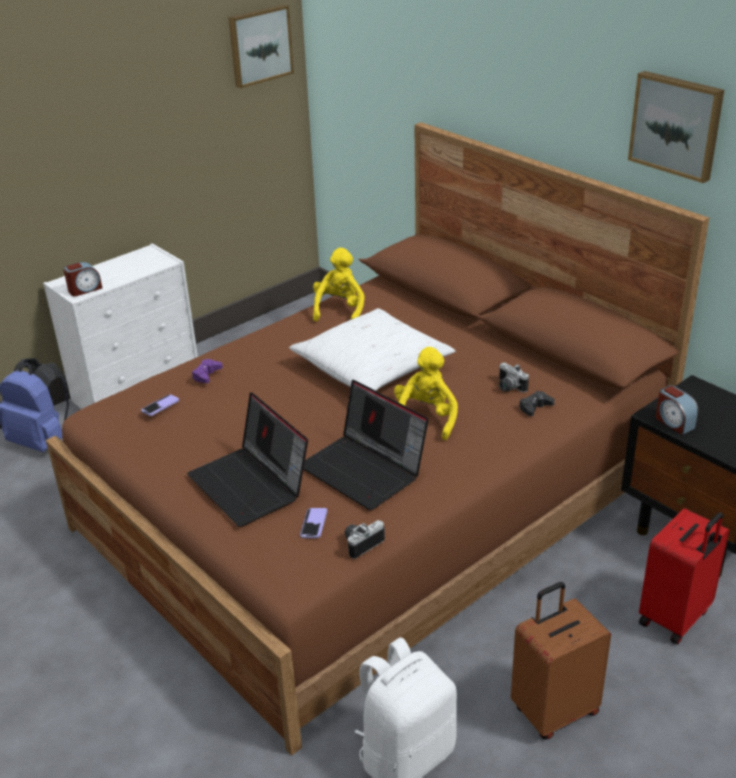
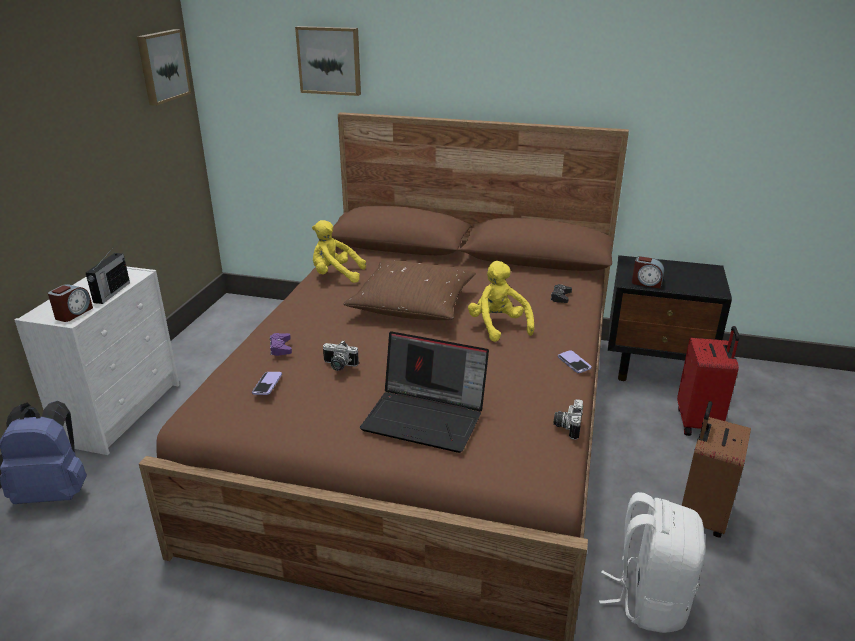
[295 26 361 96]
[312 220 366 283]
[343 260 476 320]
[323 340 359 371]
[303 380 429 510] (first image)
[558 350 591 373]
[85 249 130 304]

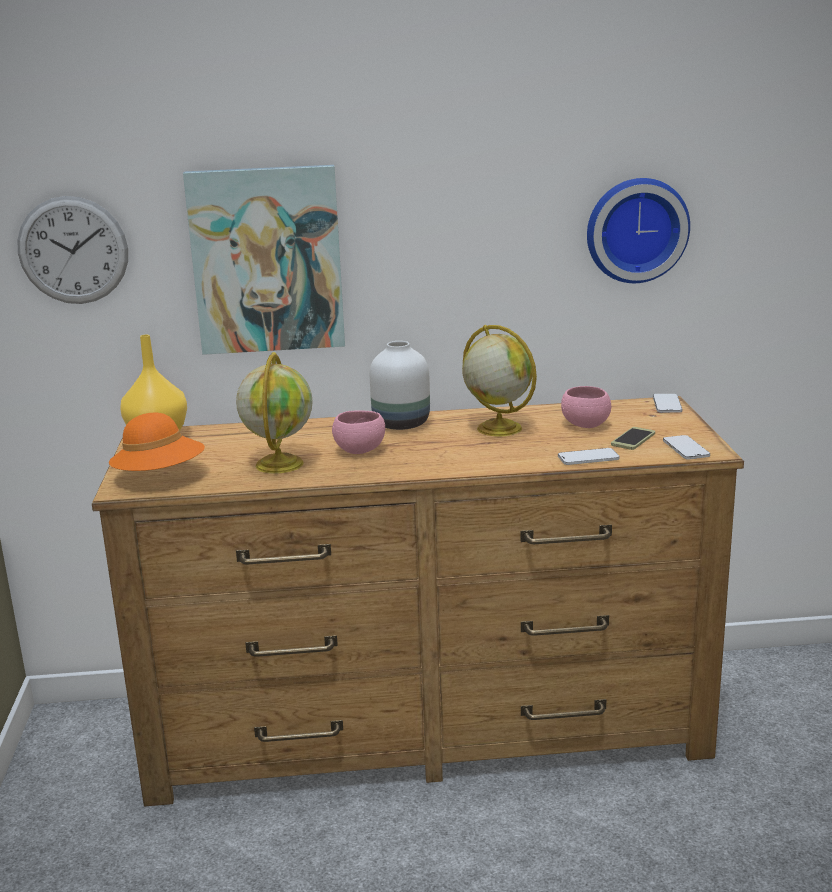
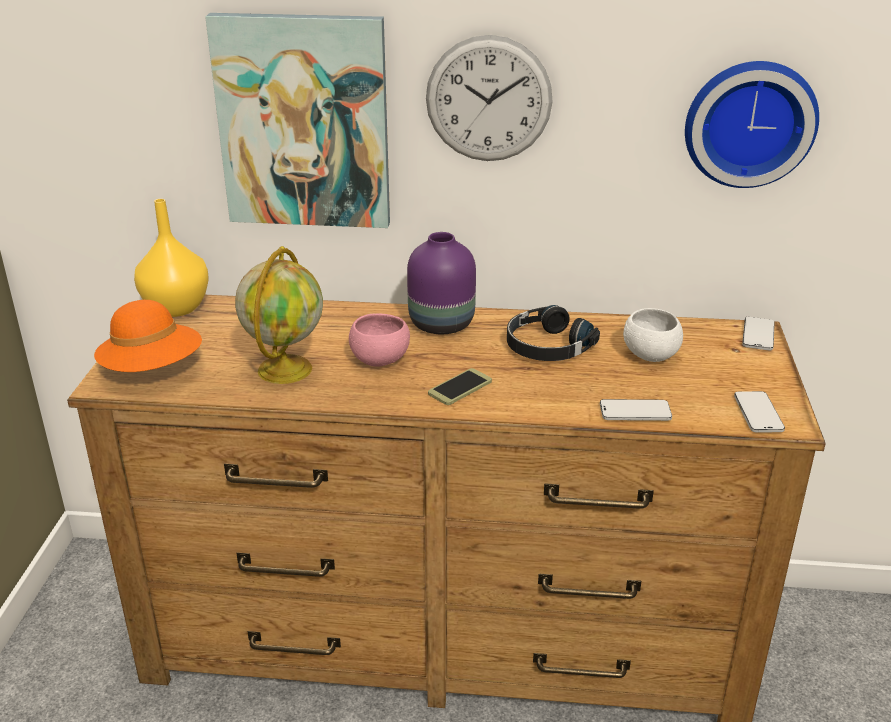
[426 35 553 161]
[507 305 600 361]
[407 232 476 334]
[623 308 683 362]
[428 368 492 405]

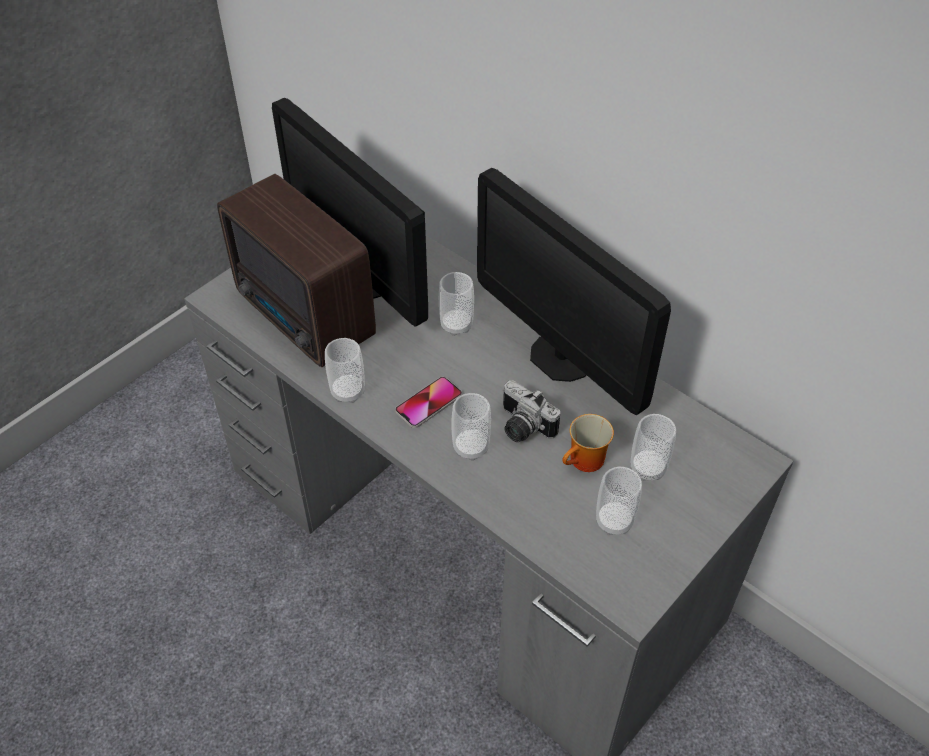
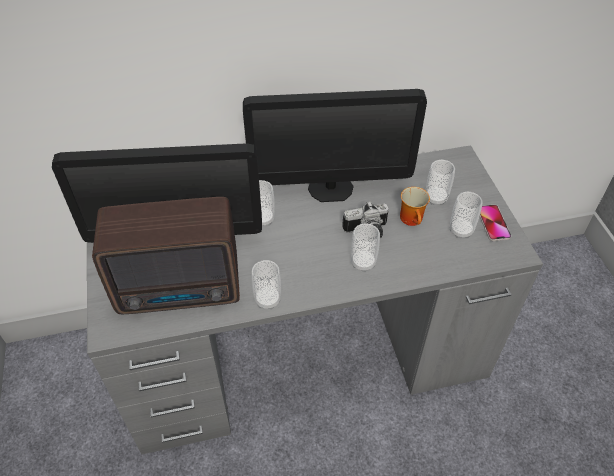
[480 205 511 241]

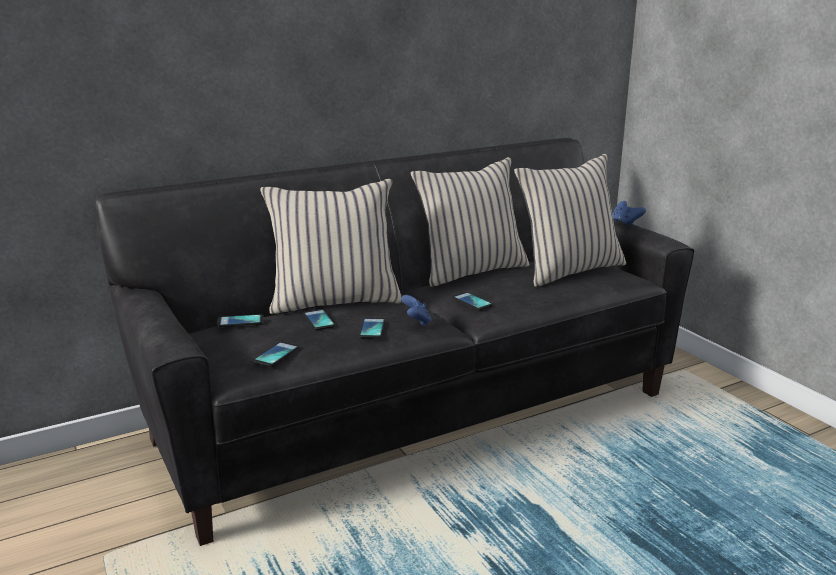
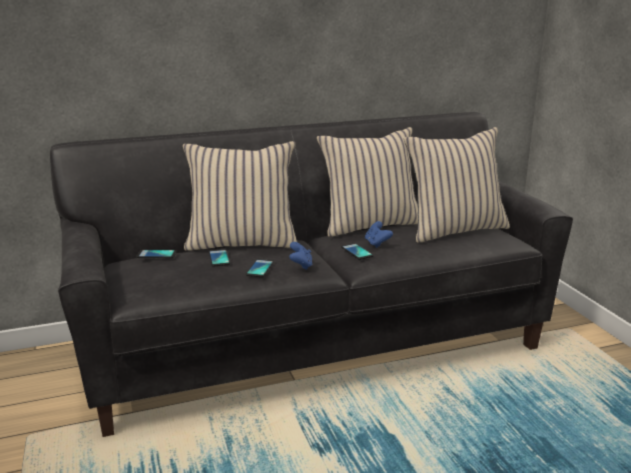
[365 221 393 248]
[253 341 299 367] (first image)

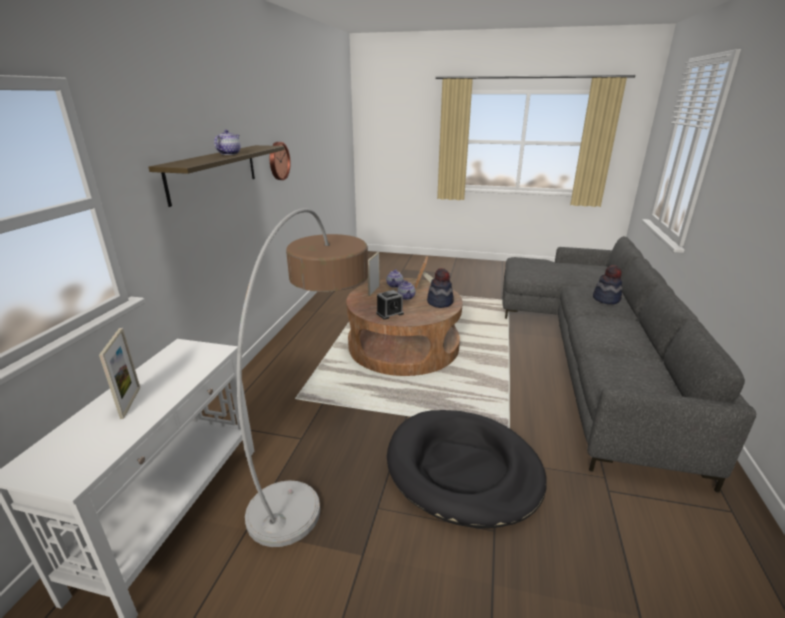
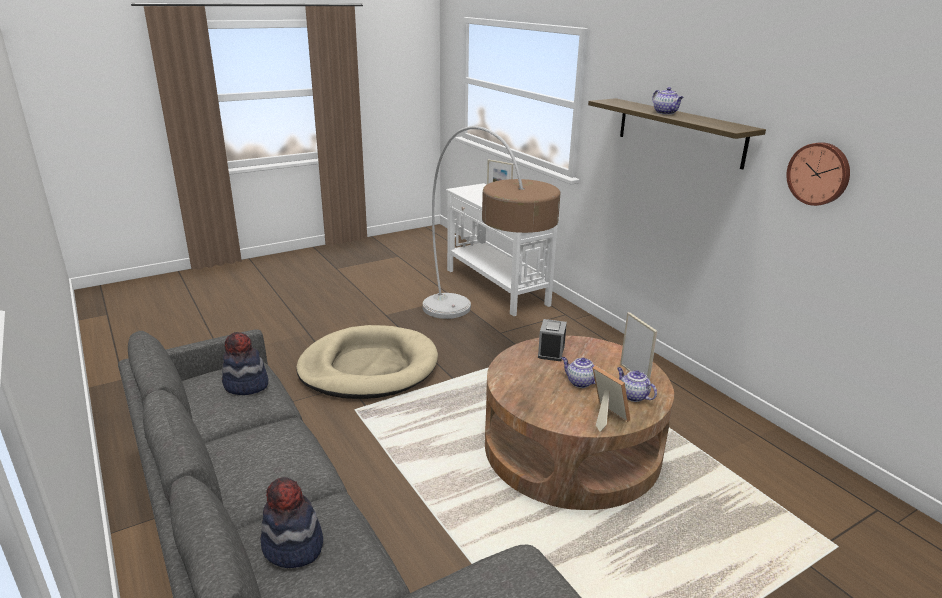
[222 332 269 395]
[296 325 438 399]

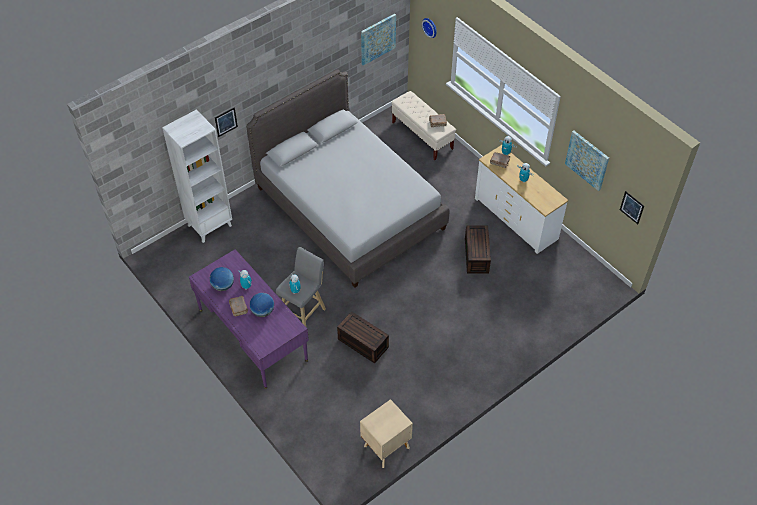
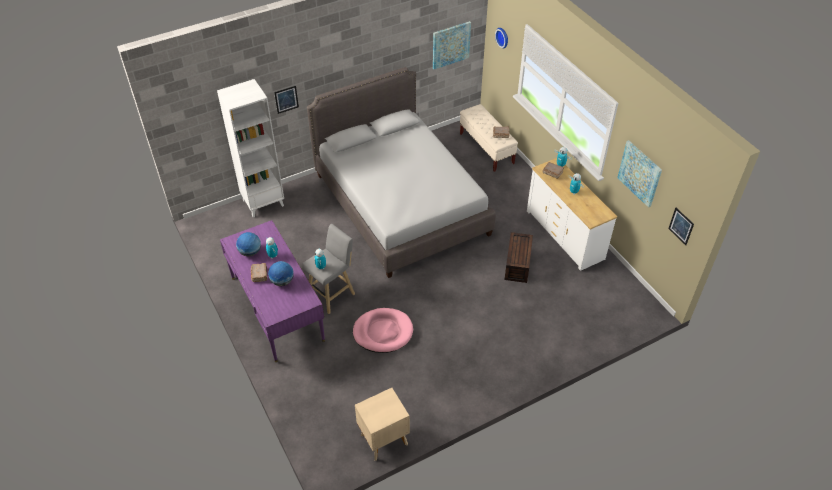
[353 308 413 353]

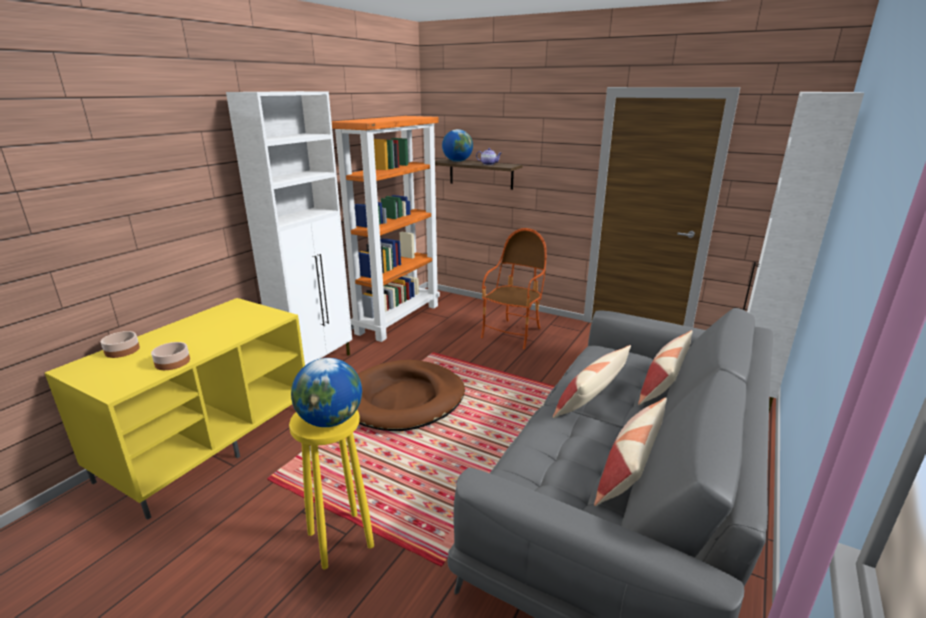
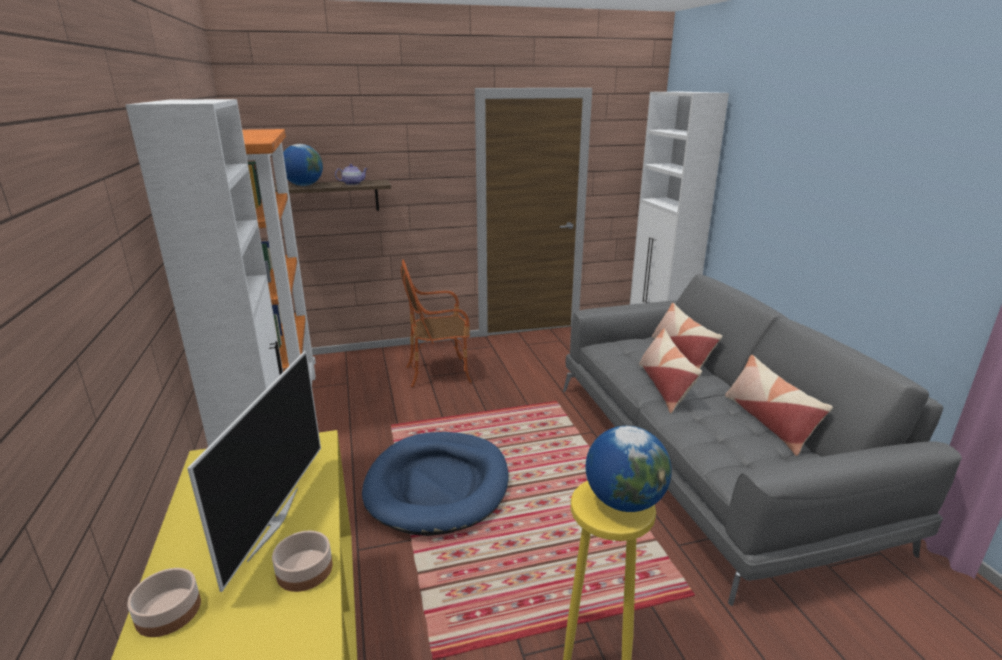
[401 259 472 387]
[362 432 509 536]
[187 351 321 592]

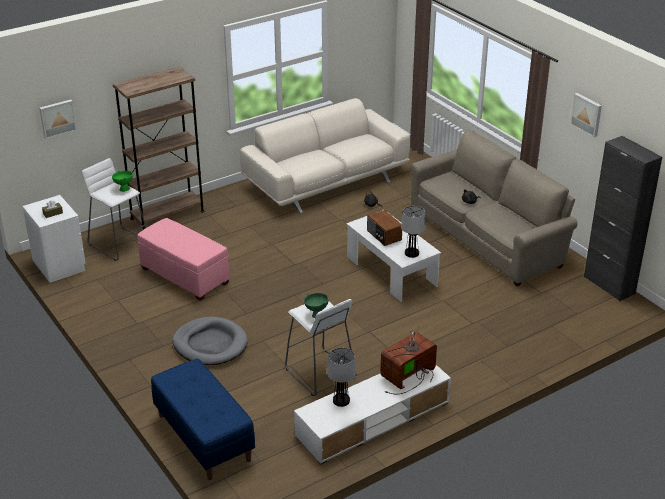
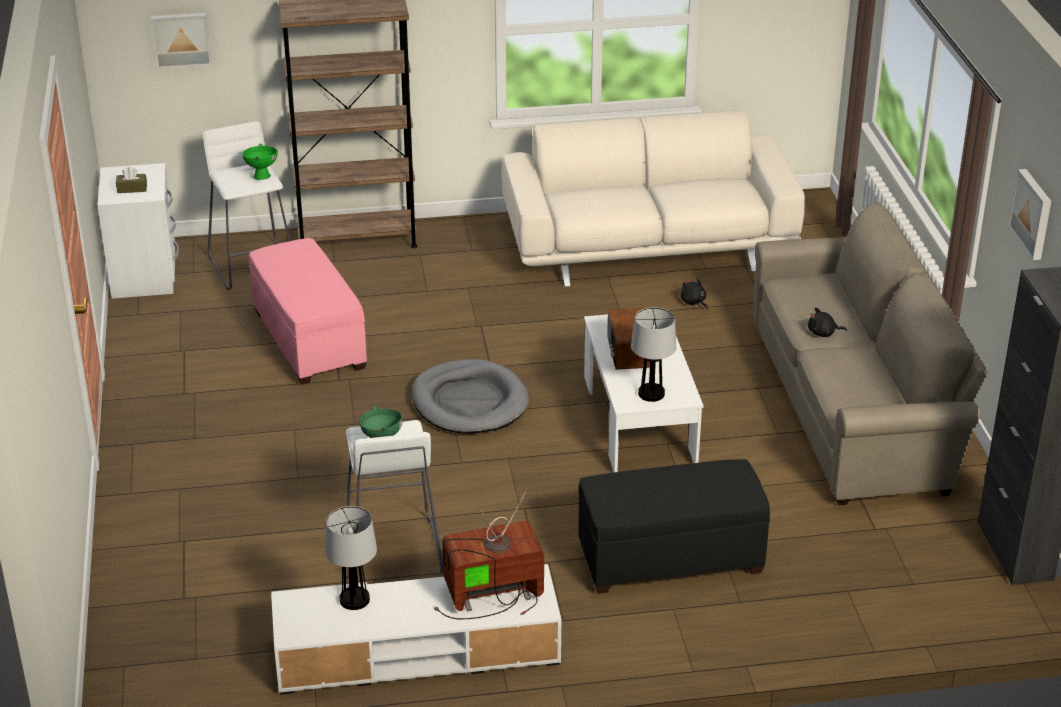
[412 359 529 434]
[151 358 255 480] (first image)
[578 459 770 594]

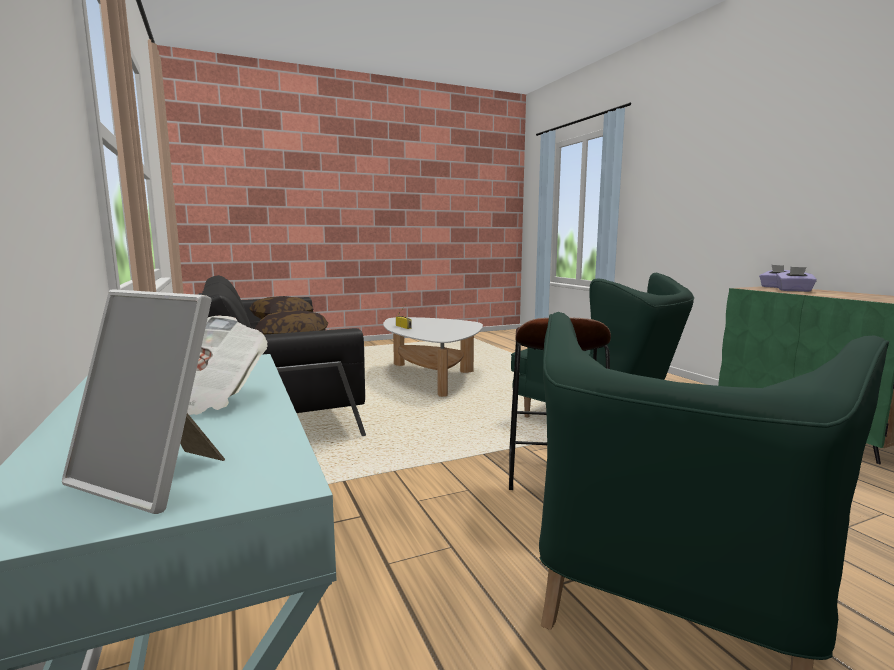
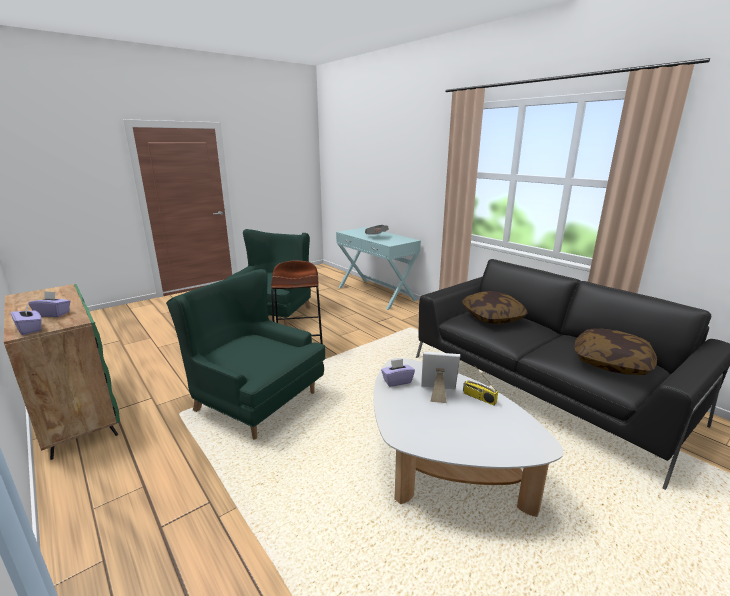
[421 352 460 403]
[381 359 415 387]

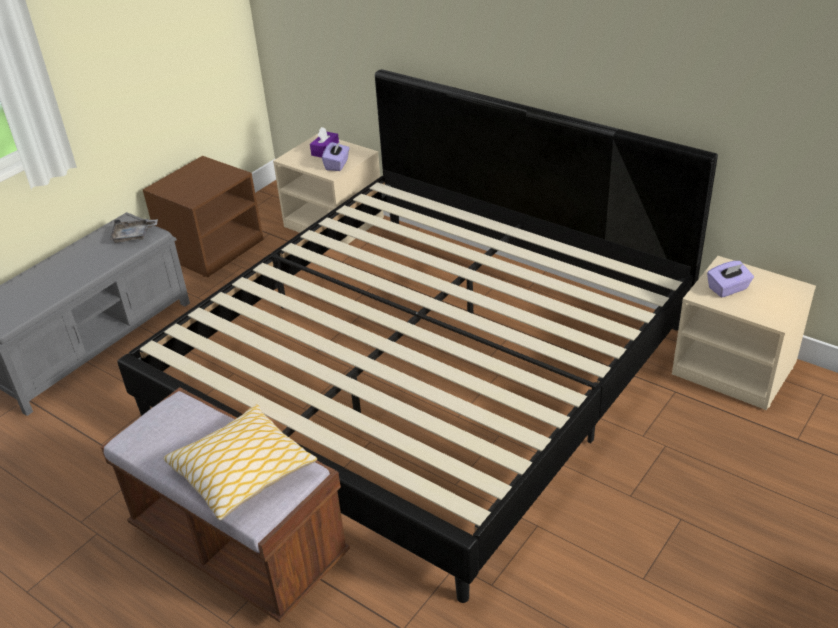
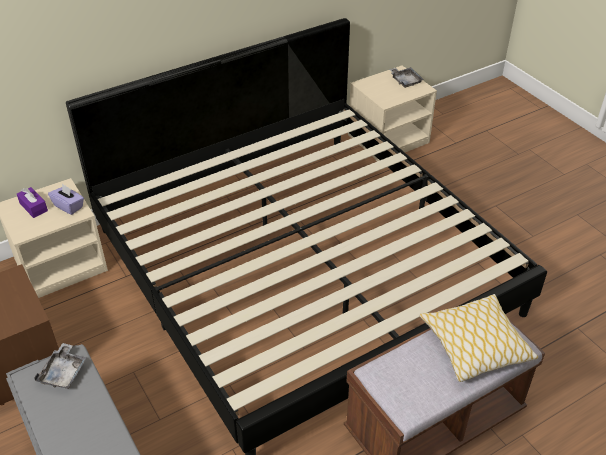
[707 261 754 298] (first image)
[389 67 424 88]

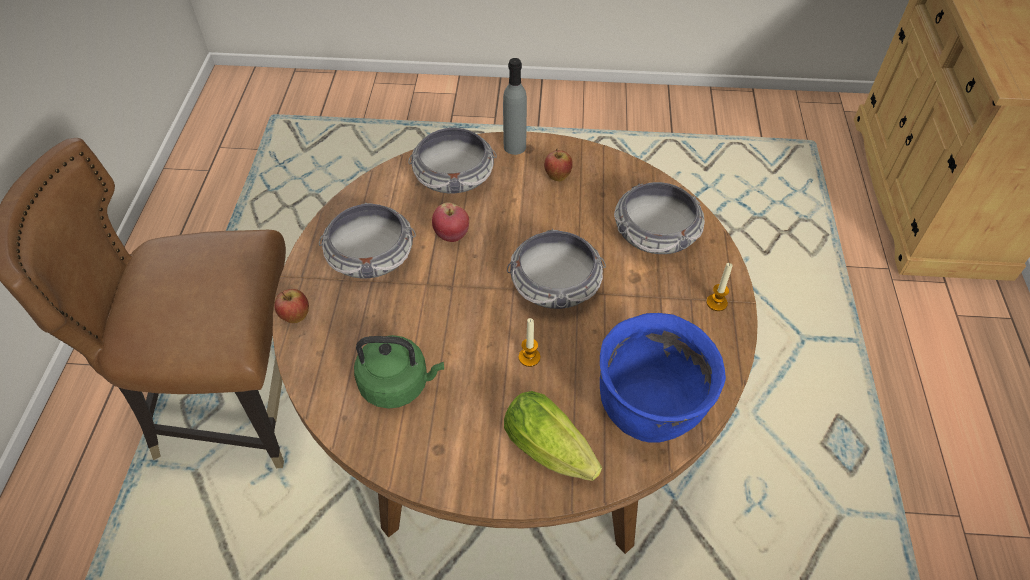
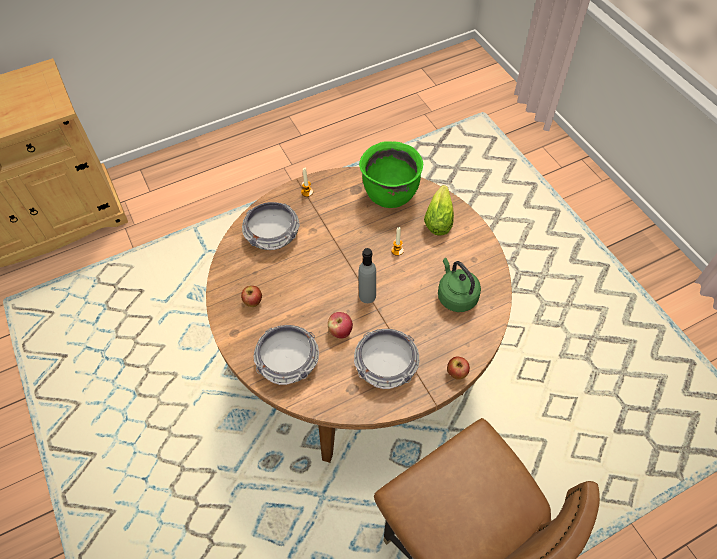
[358 248 376 303]
[507 229 606 309] (first image)
[359 141 423 208]

